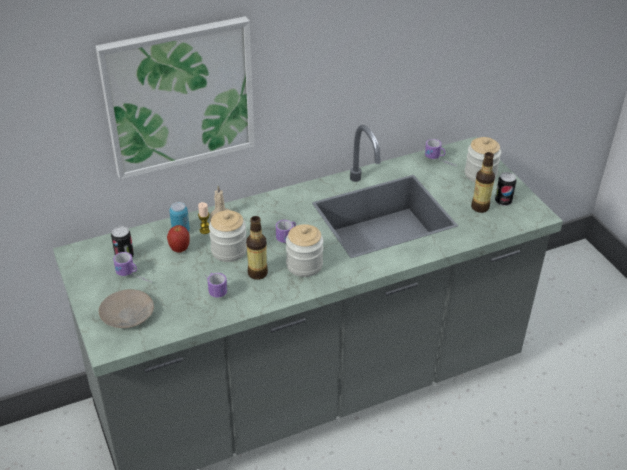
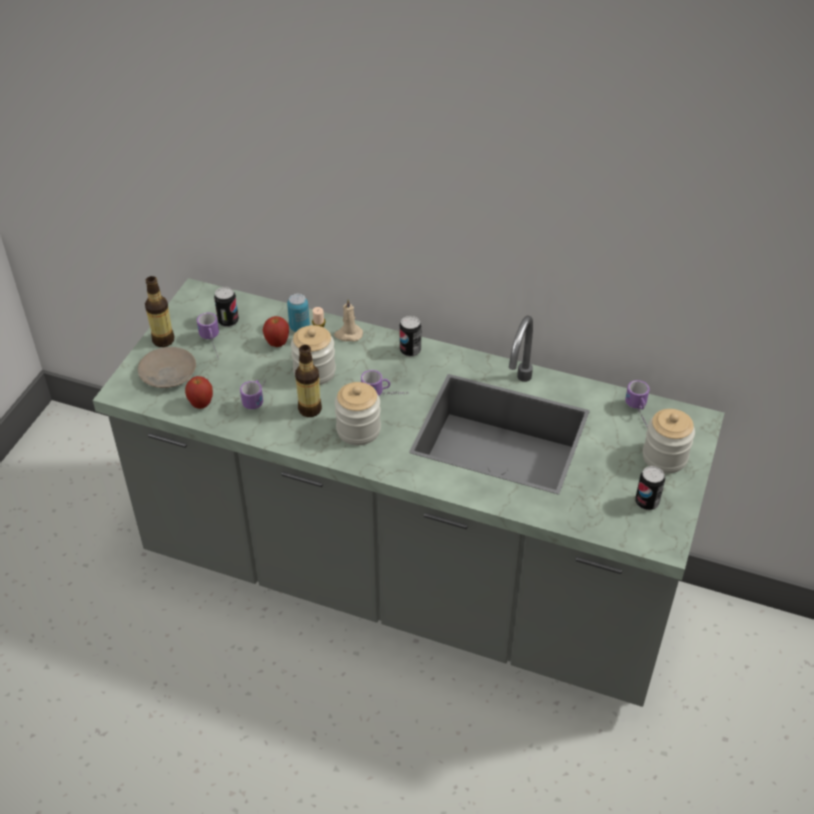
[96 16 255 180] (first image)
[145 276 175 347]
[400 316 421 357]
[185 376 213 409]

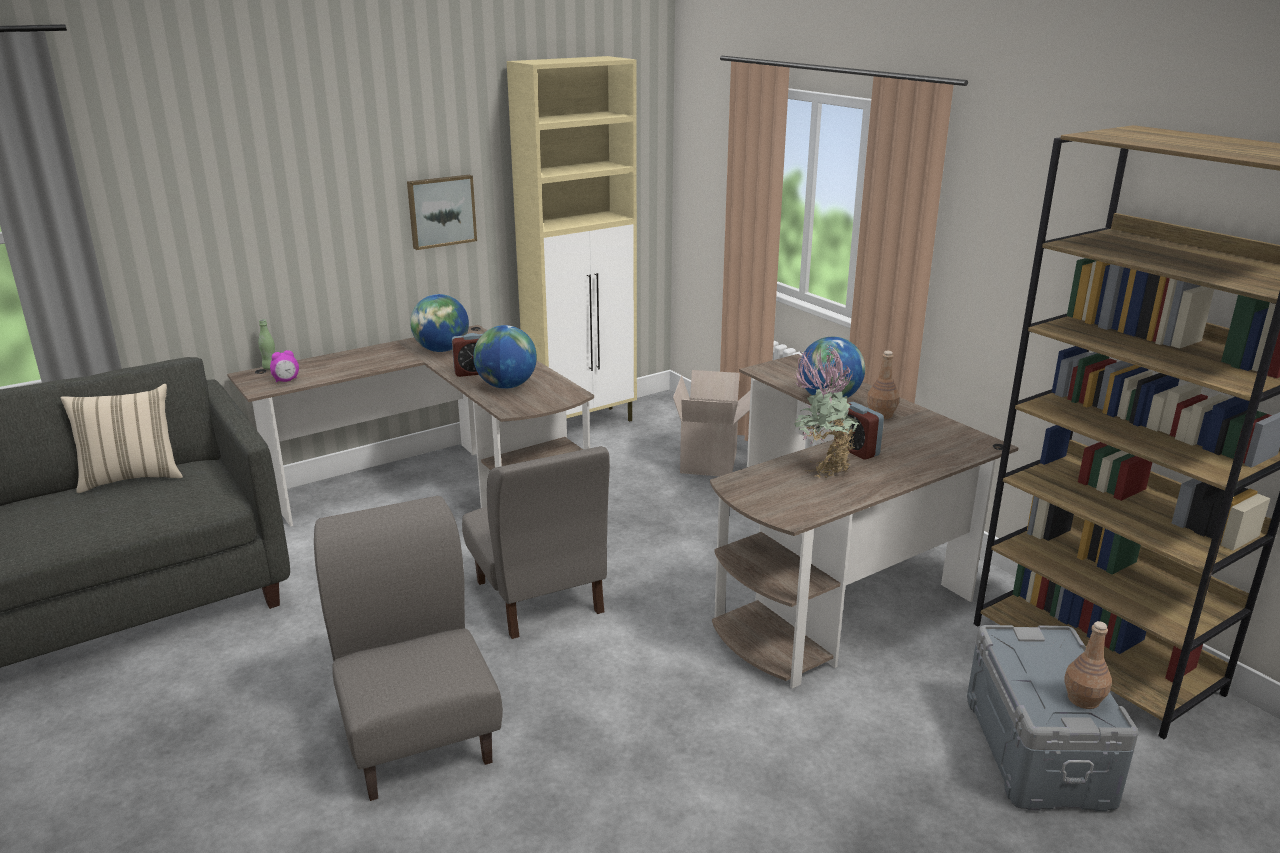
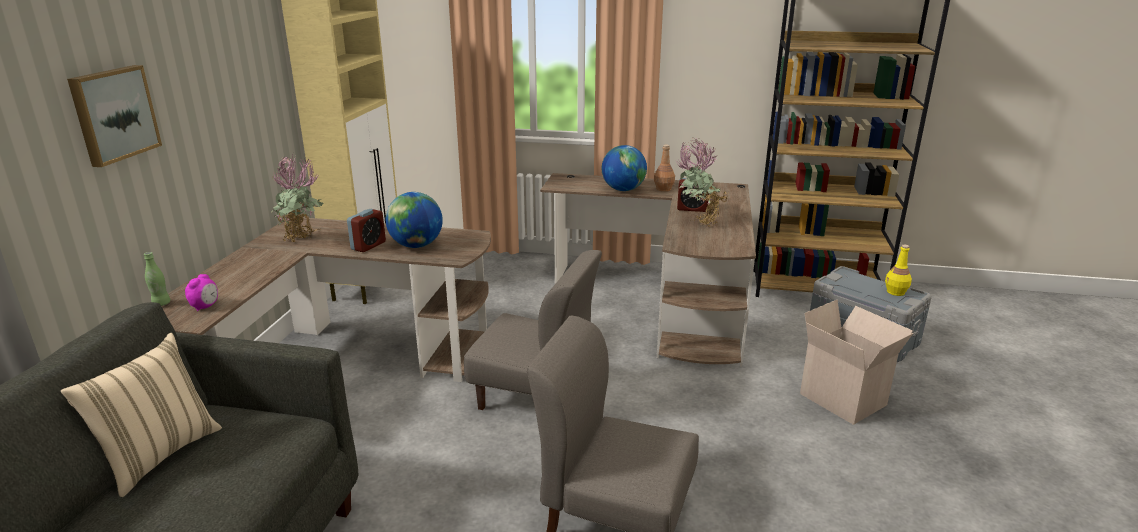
[67 65 162 167]
[271 155 323 242]
[800 300 913 425]
[885 245 912 296]

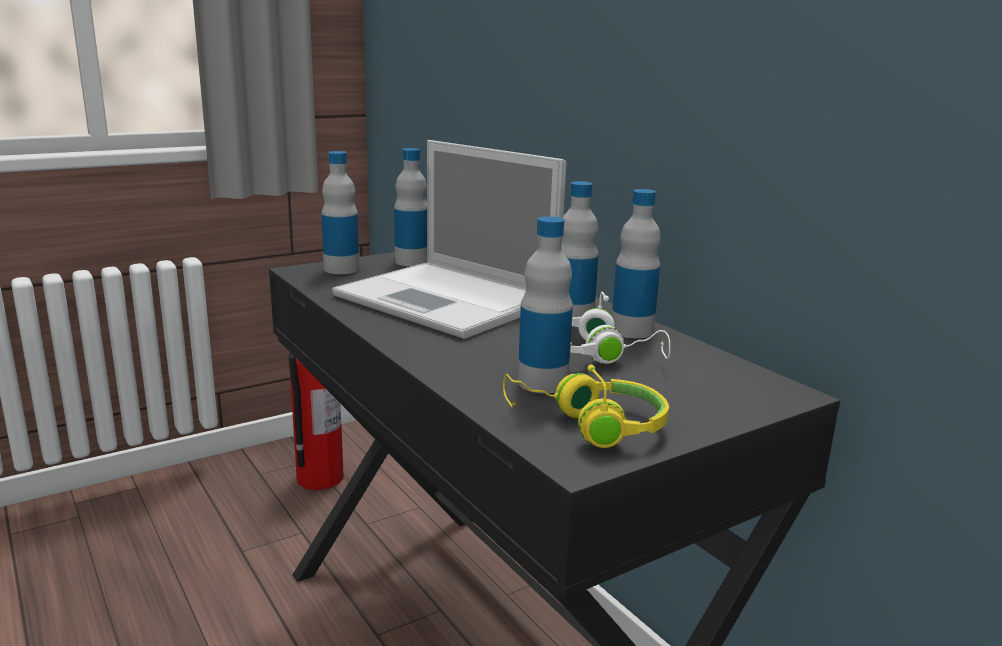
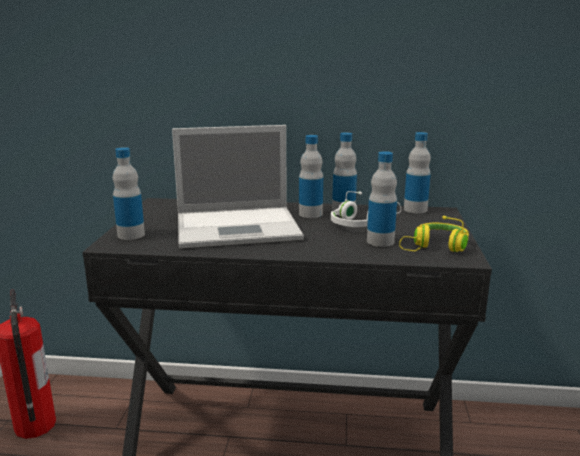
[404 132 431 213]

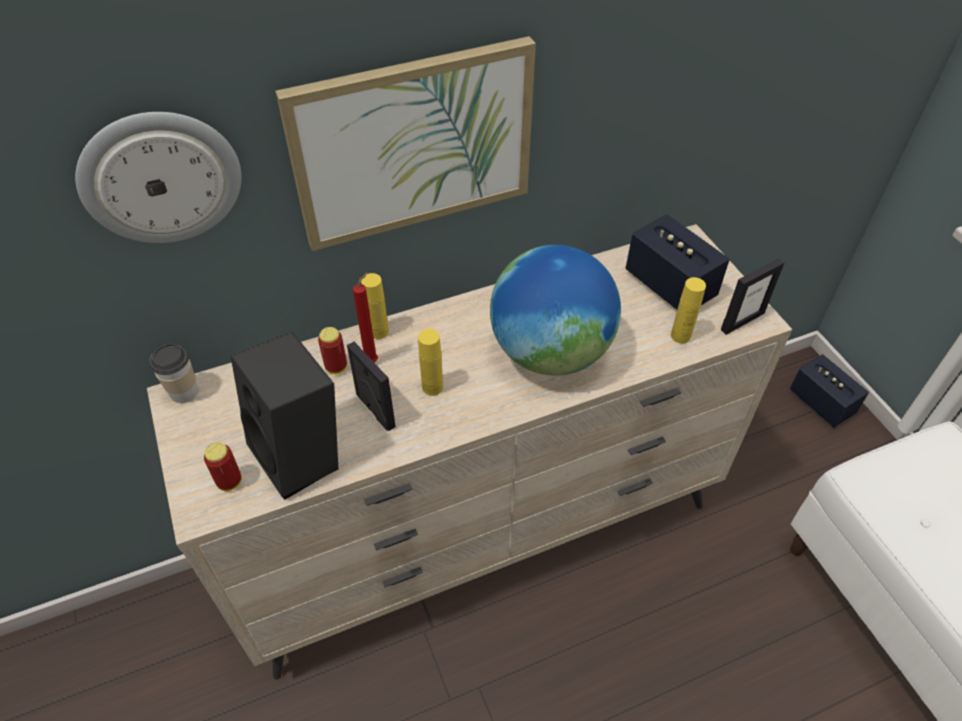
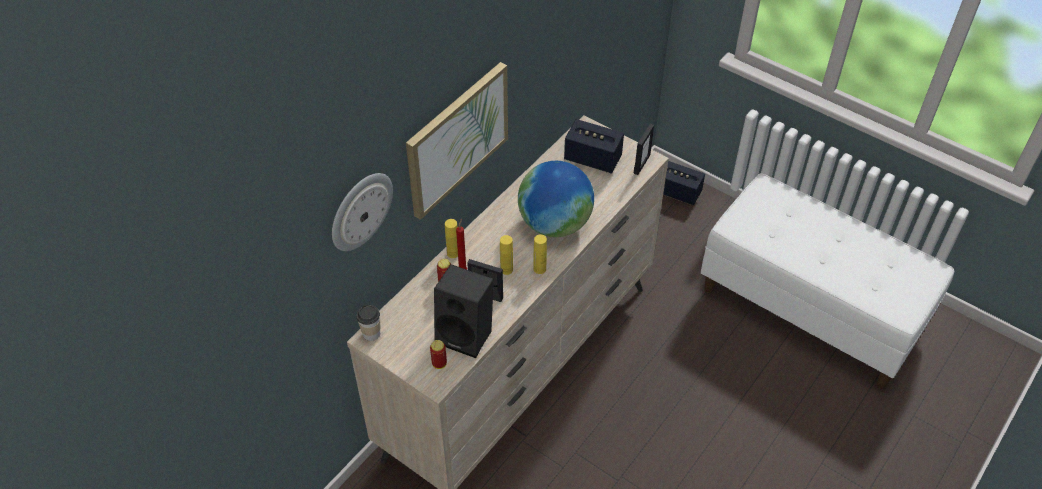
[533 234 547 274]

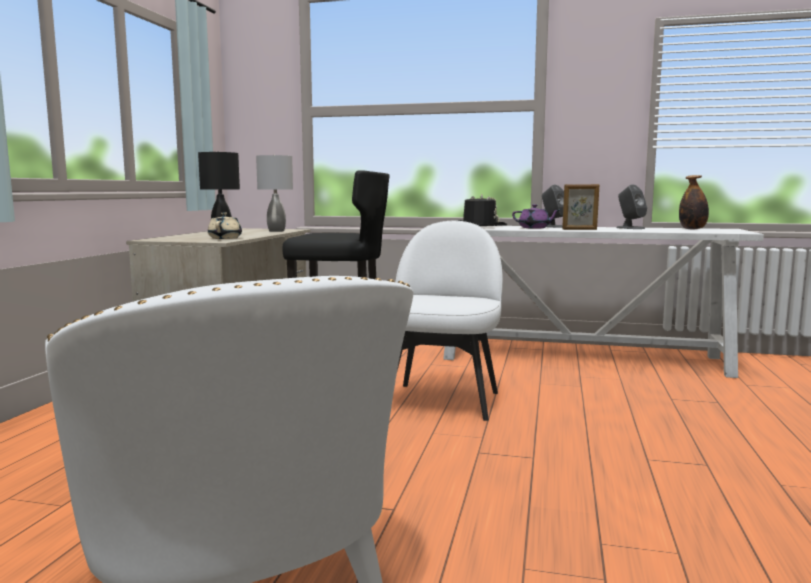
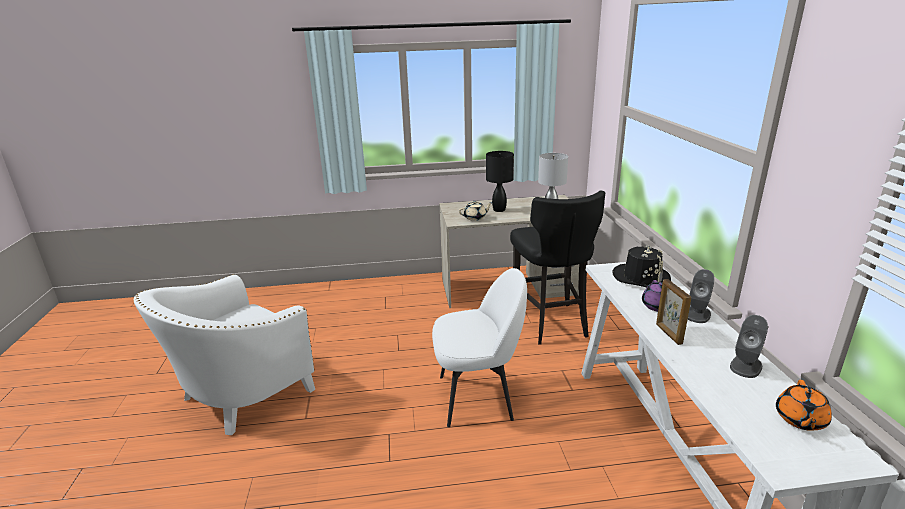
[776 380 832 431]

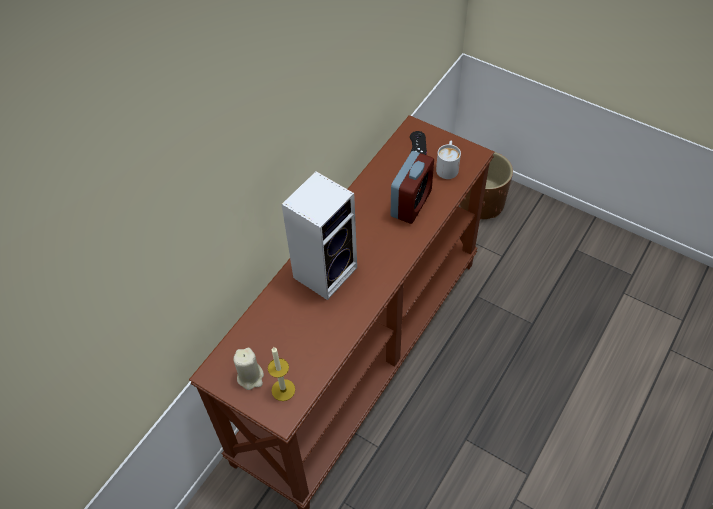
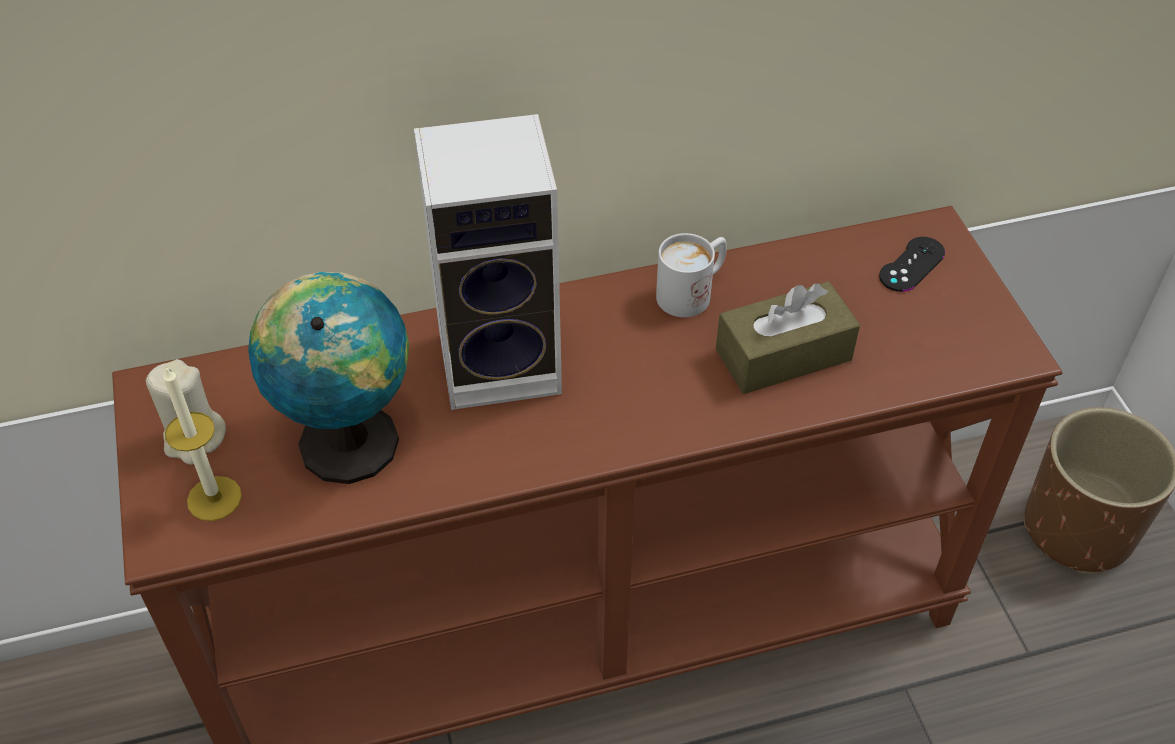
[656 233 727 317]
[716 281 860 394]
[248 272 409 484]

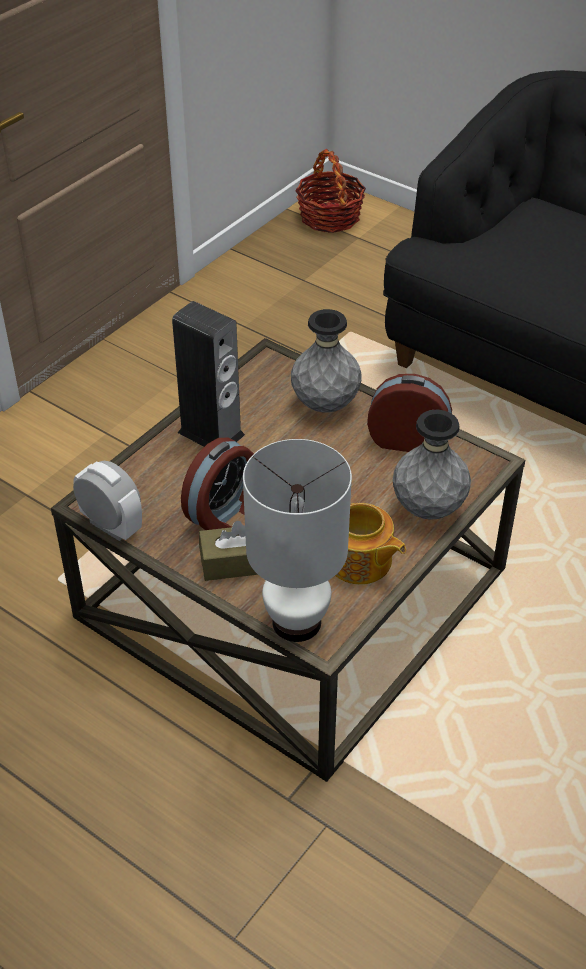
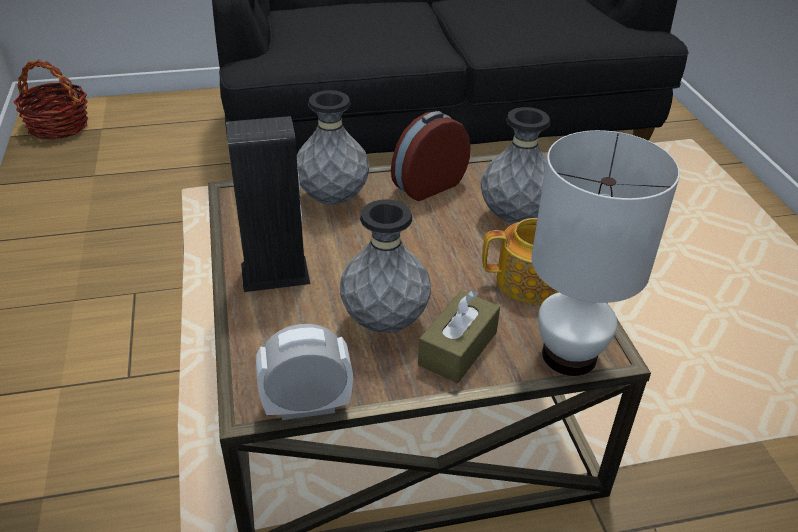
[340 200 431 333]

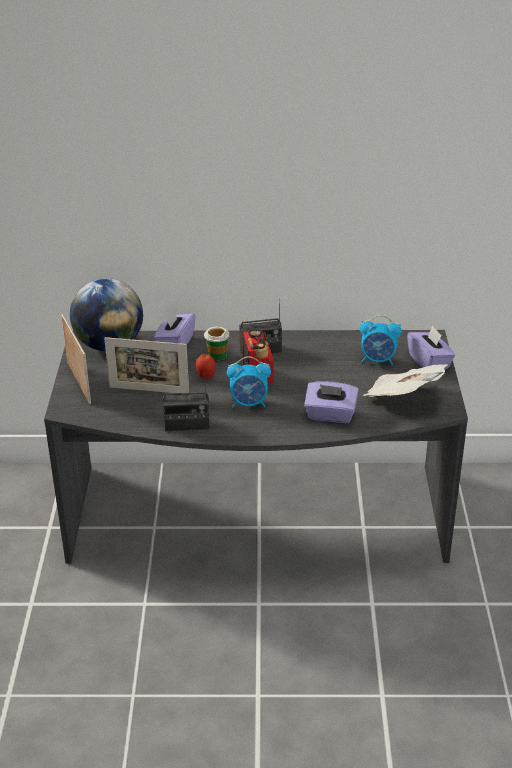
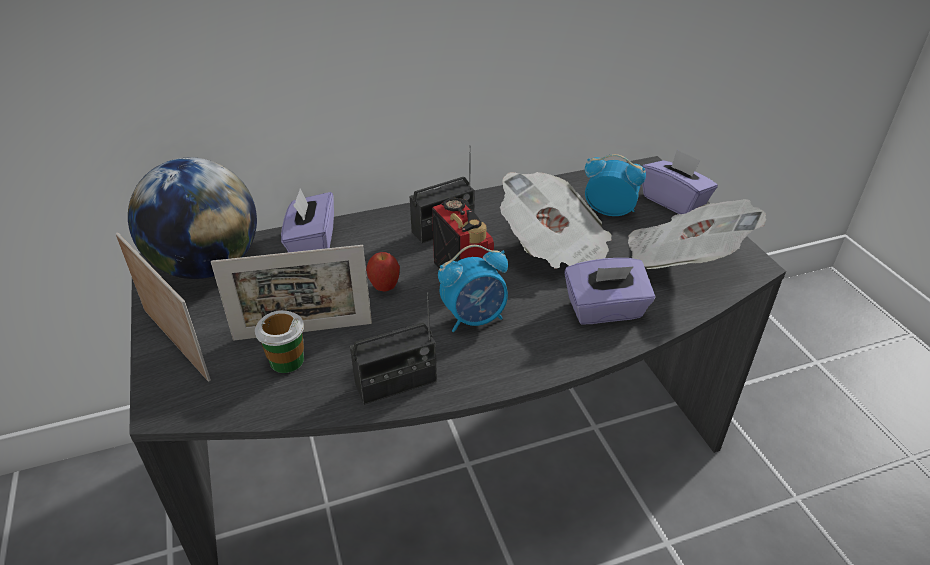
[585 154 646 216]
[255 310 304 373]
[500 172 612 269]

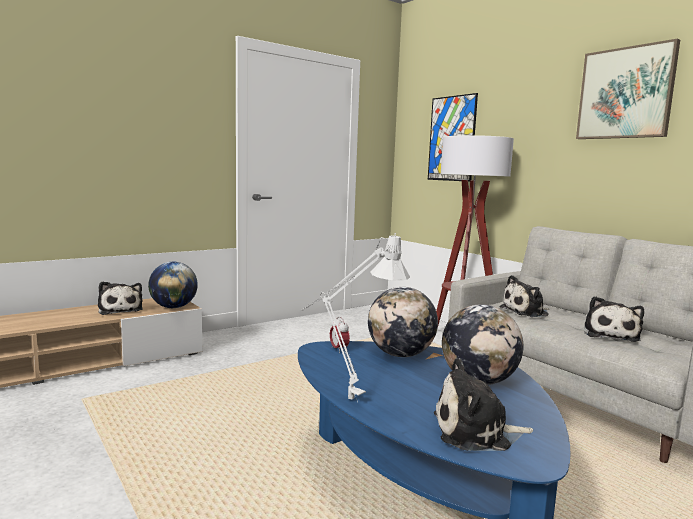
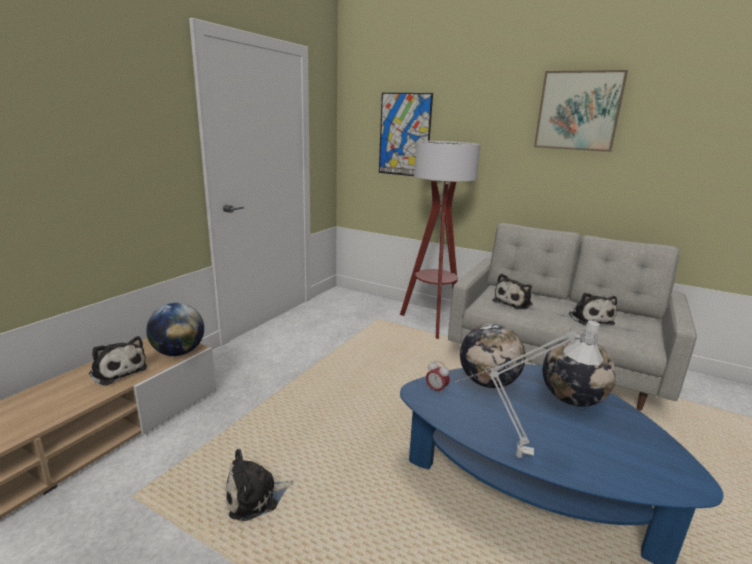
[226 449 294 521]

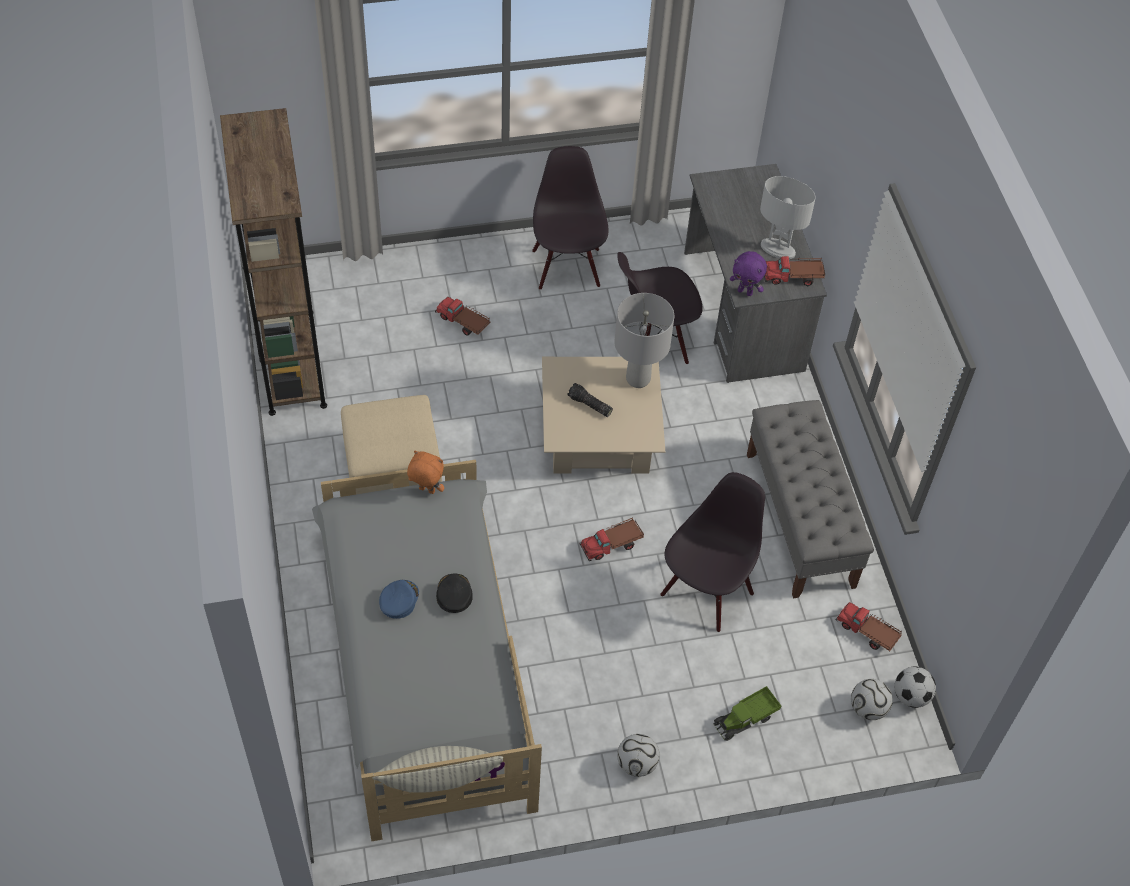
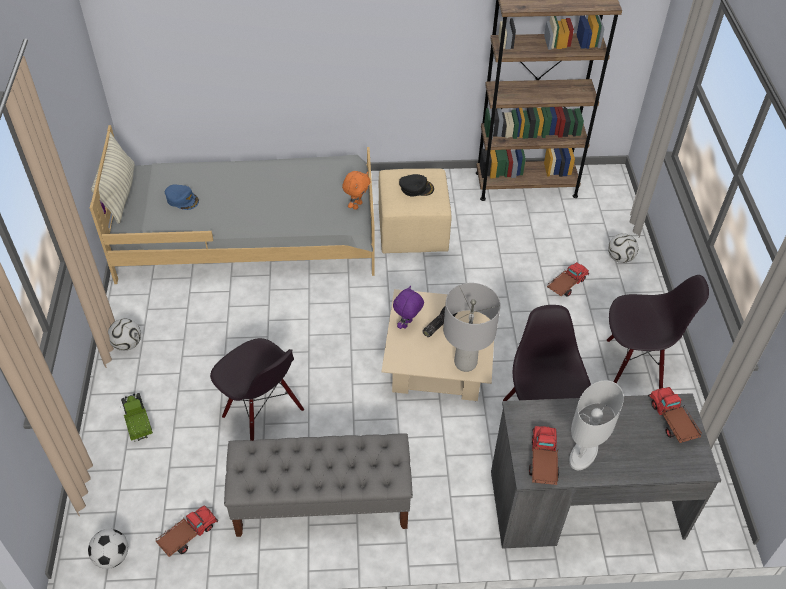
[393 286 424 329]
[648 387 702 443]
[399 174 434 197]
[165 184 199 210]
[608 233 639 263]

